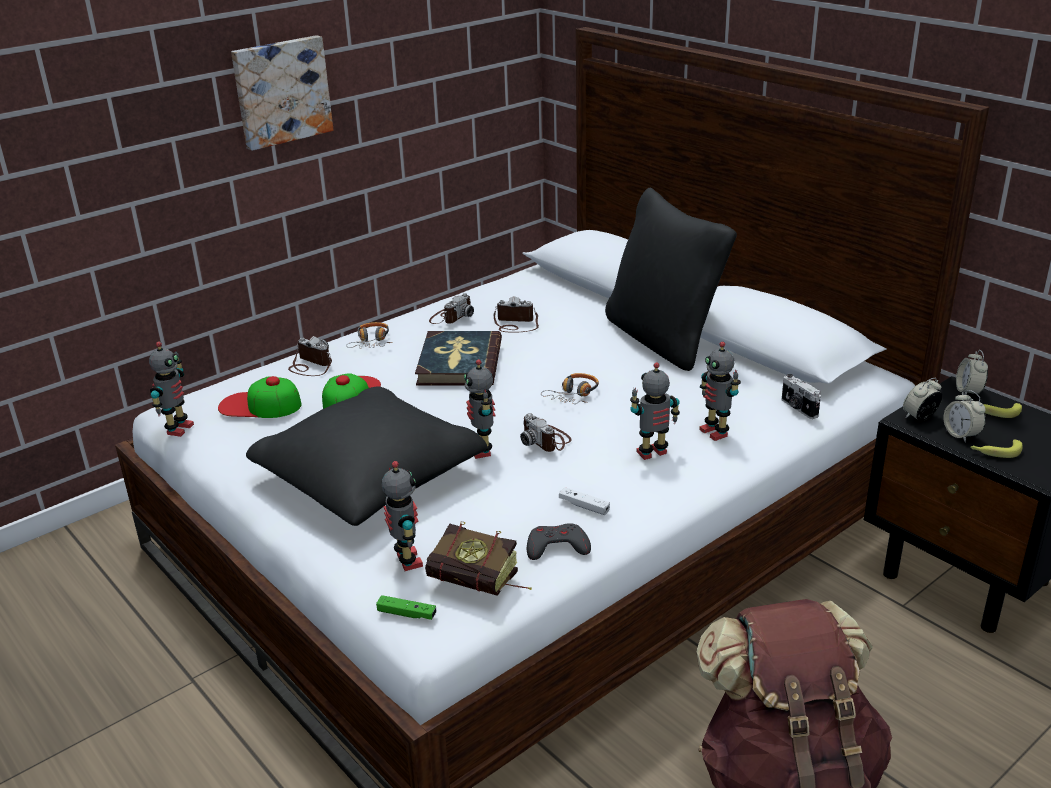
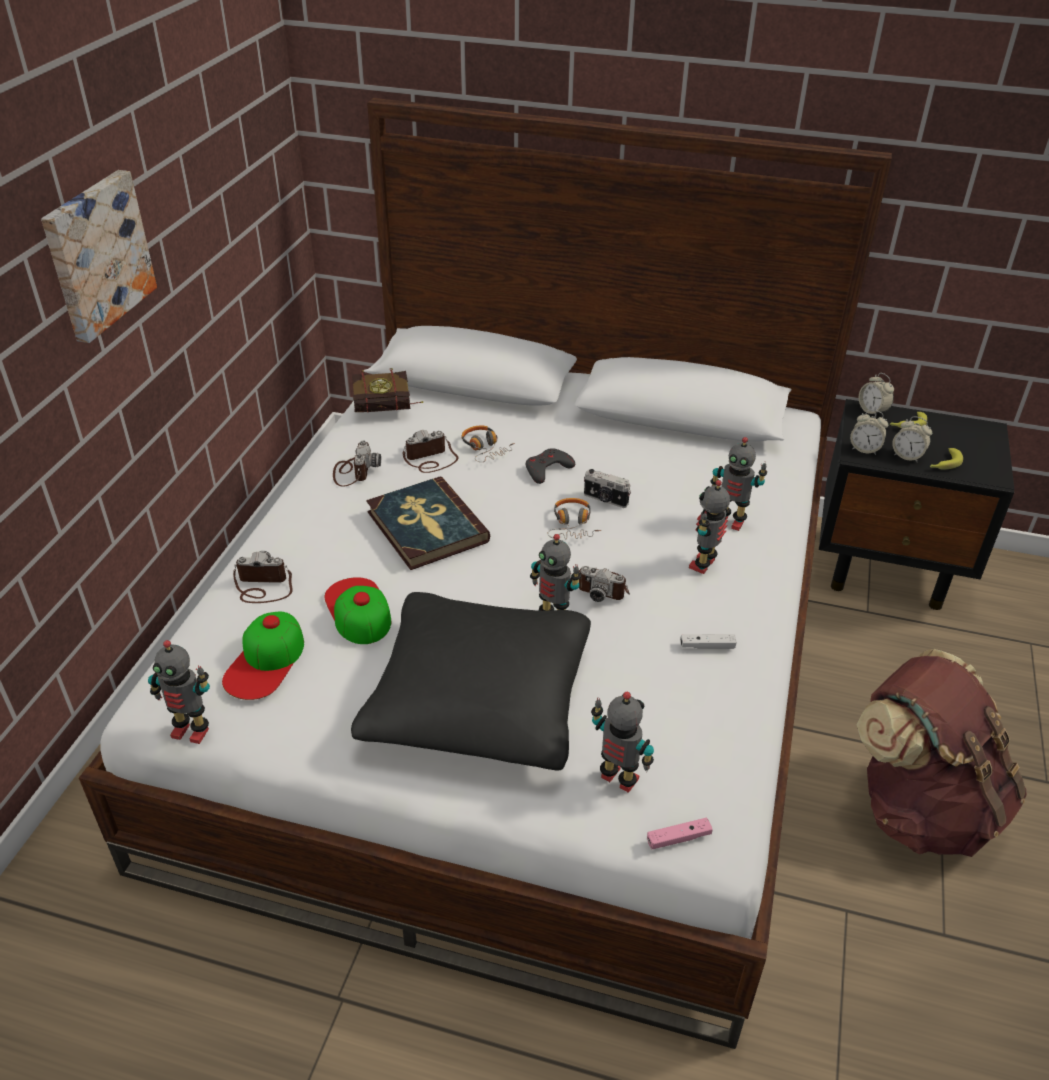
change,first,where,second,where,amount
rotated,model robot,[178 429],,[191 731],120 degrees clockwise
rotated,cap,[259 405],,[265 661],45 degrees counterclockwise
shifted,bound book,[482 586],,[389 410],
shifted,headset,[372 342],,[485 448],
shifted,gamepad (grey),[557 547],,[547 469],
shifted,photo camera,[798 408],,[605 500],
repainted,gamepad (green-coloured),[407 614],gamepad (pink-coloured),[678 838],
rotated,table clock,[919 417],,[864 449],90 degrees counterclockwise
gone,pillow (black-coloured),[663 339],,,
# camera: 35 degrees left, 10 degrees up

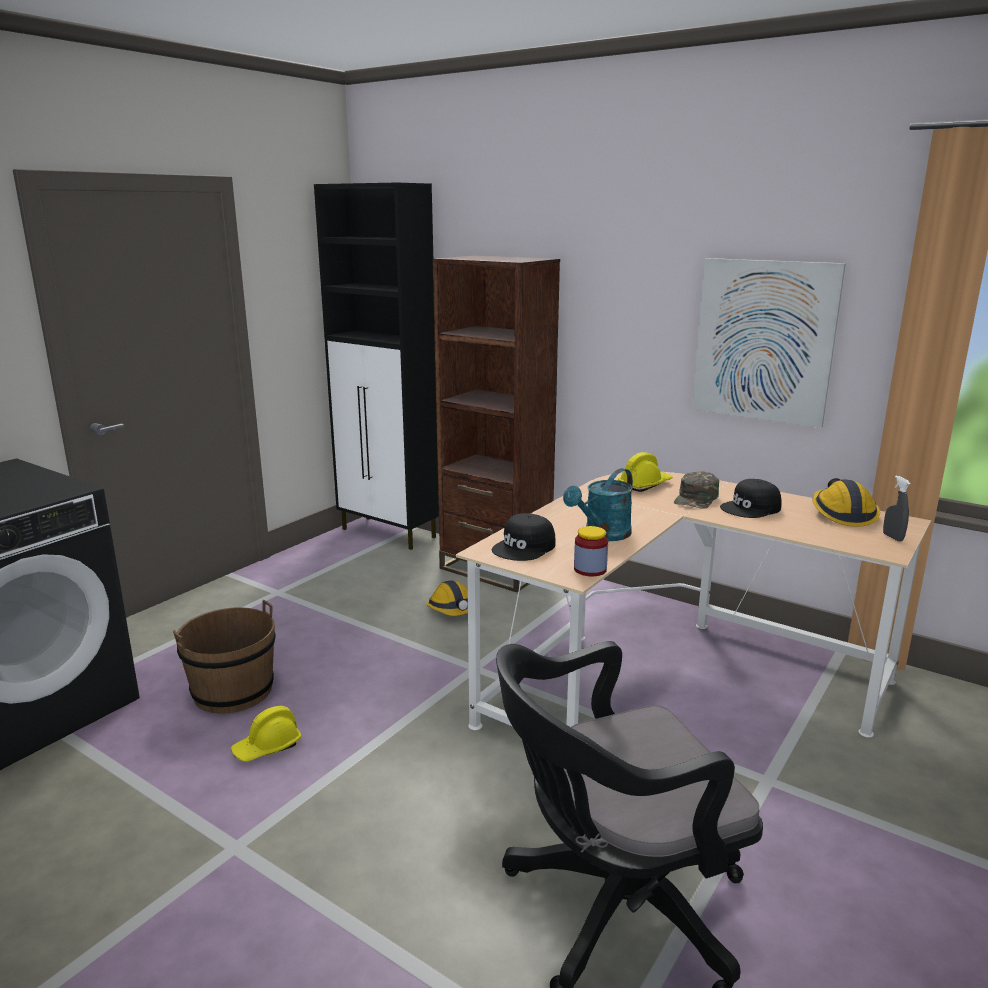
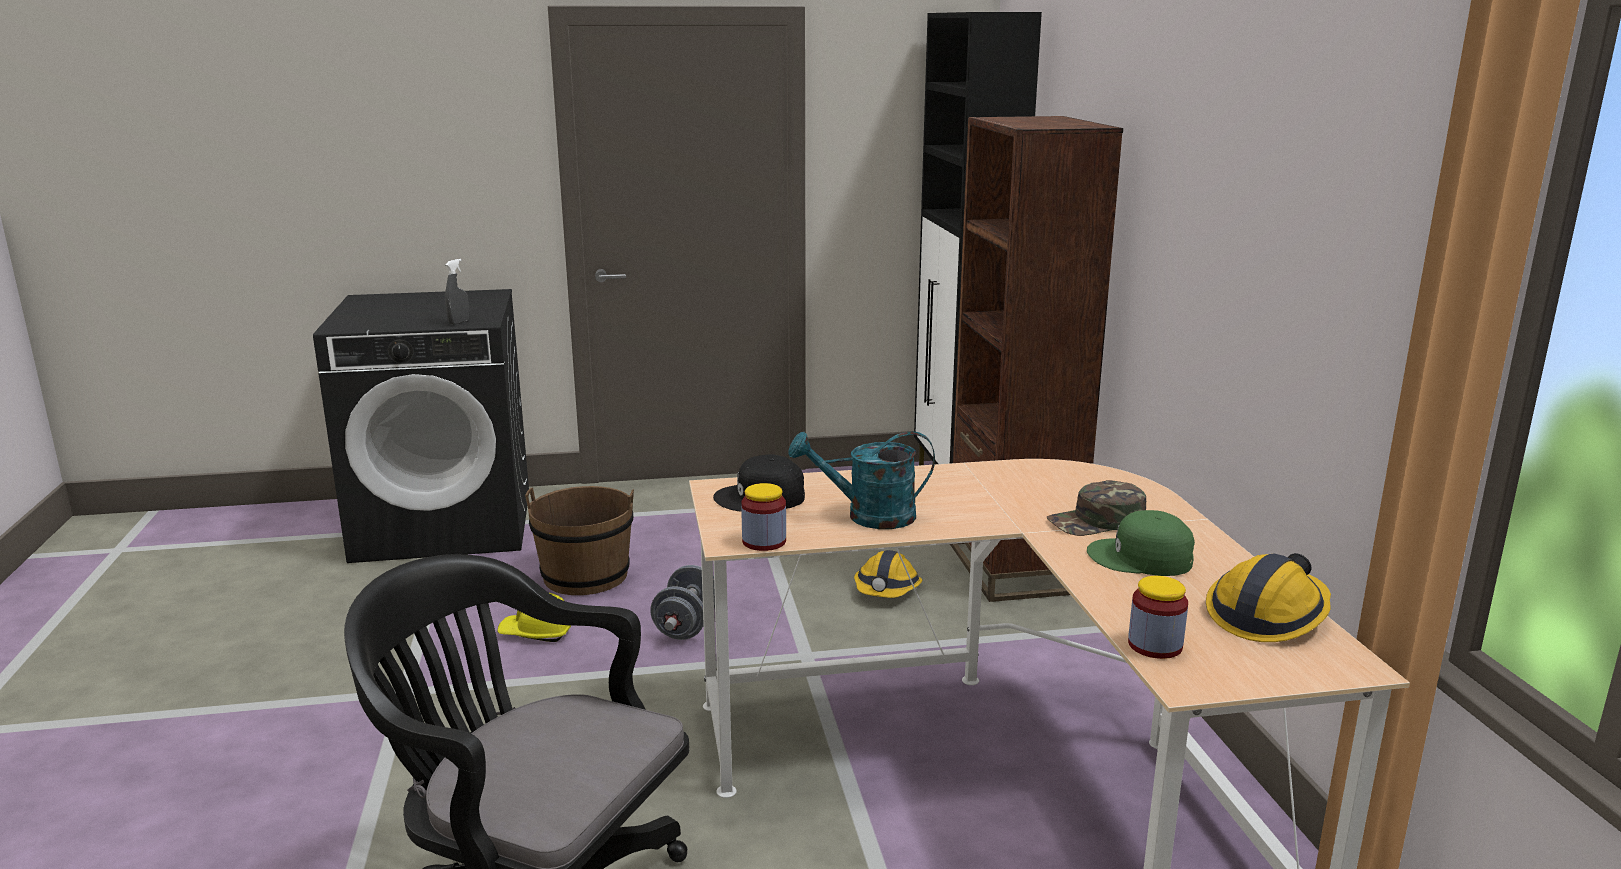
change,first,where,second,where,amount
shifted,spray bottle (grey),[892 537],,[459 322],
new,,,free weight (grey),[687 626],
repainted,cap (black-coloured),[751 508],cap (green-coloured),[1141 558],
new,,,storage jar,[1155 645],
gone,hard hat (yellow-coloured),[645 485],,,
gone,picture,[763 341],,,
# camera: 45 degrees right, 0 degrees up

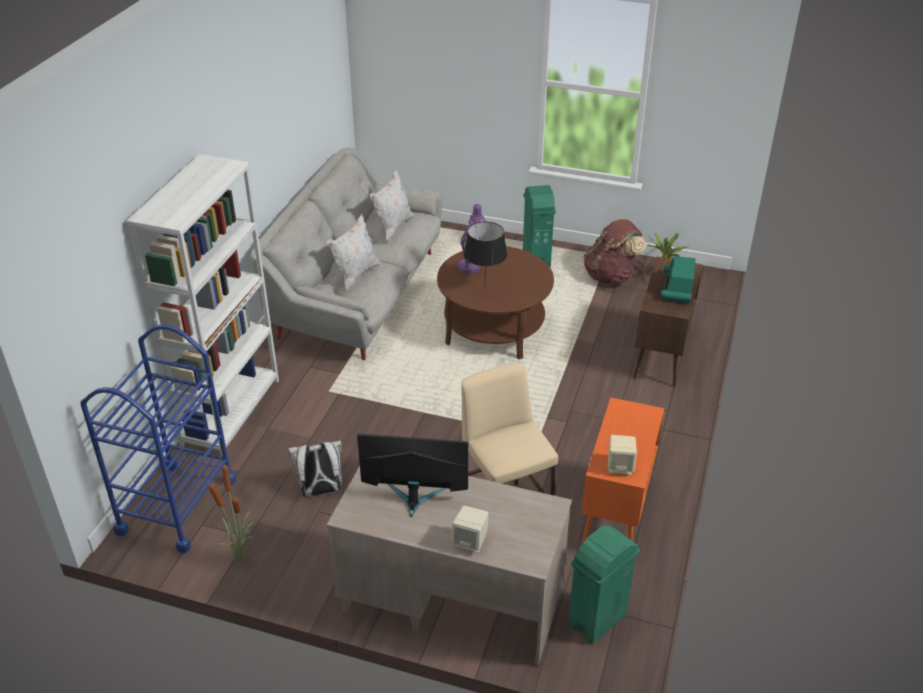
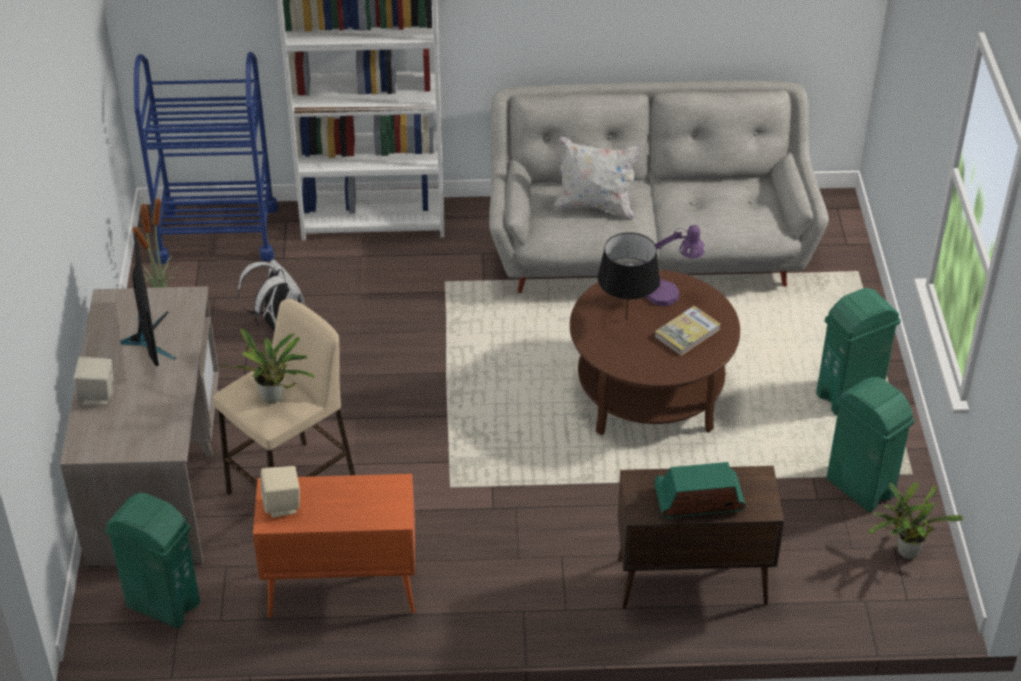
change,first,where,second,where,amount
new,,,potted plant,[274 399],
new,,,bound book,[687 333],
swapped,backpack (brown-coloured),[611 276],trash can (green-coloured),[860 488],
gone,pillow (white),[393 228],,,
# camera: 70 degrees right, 5 degrees up

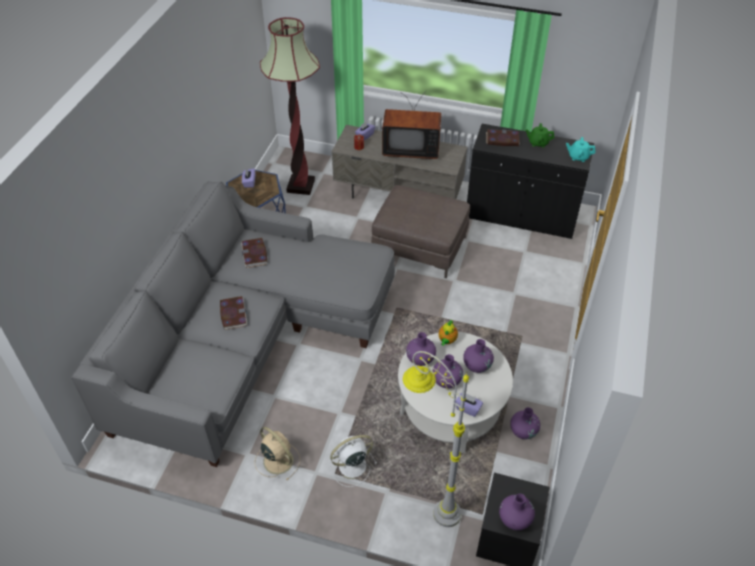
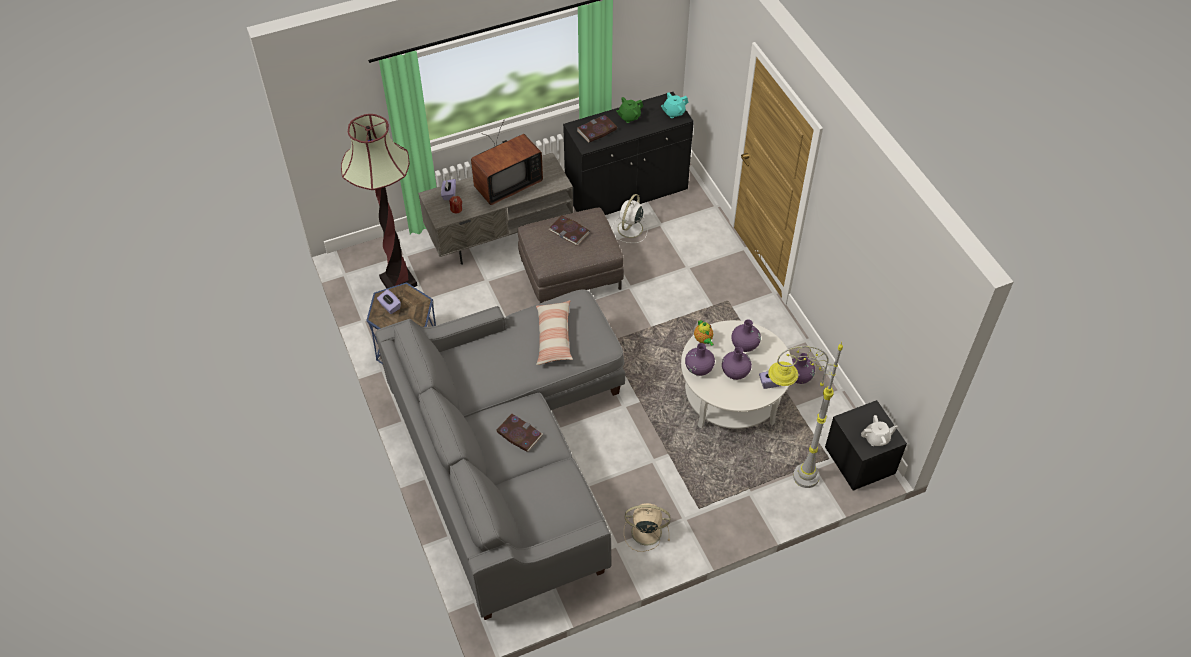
change,first,where,second,where,amount
new,,,pillow,[554 337],
shifted,bound book,[254 254],,[569 231],
shifted,cooling fan (white),[351 466],,[629 229],
swapped,vase (purple-coloured),[514 519],tea pot (white),[876 438],
# camera: 40 degrees left, 5 degrees up

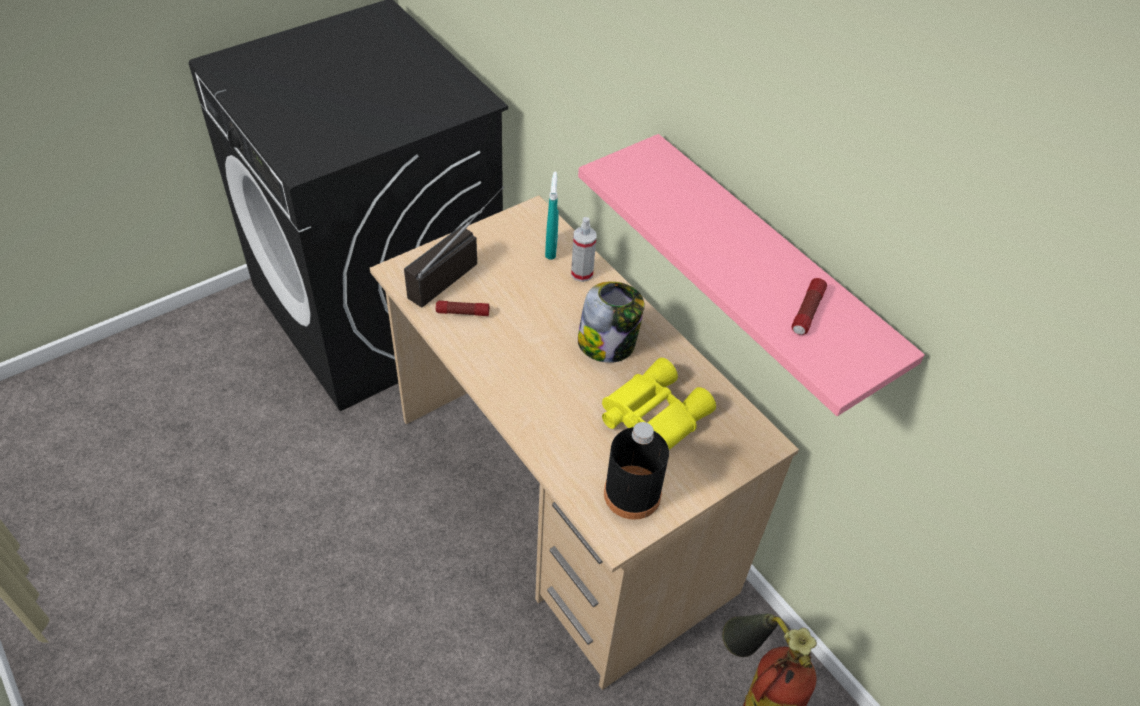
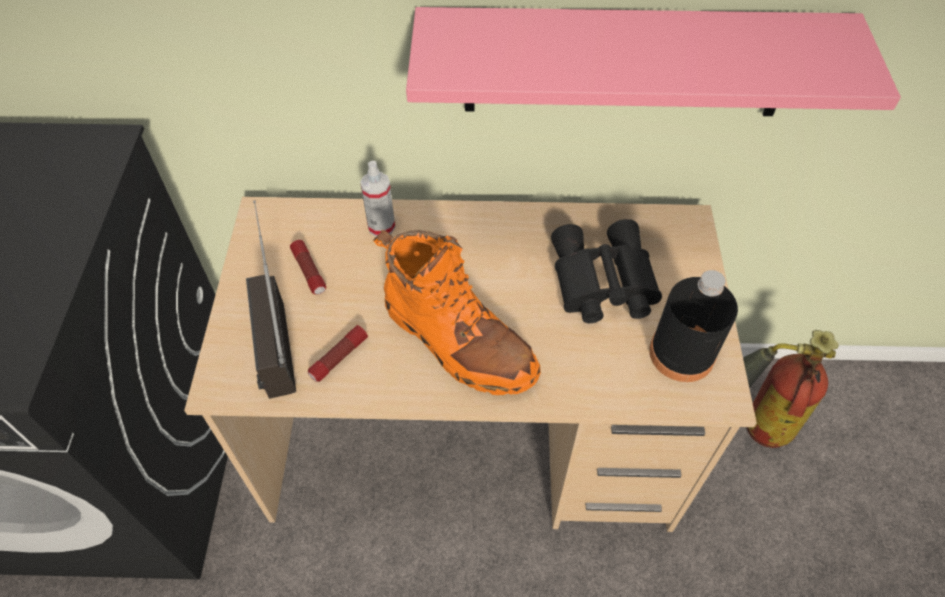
change,first,where,second,where,amount
shifted,torch,[807 312],,[309 272],
new,,,boot (orange),[457 341],
repainted,field glasses (yellow-coloured),[651 416],field glasses (black-coloured),[601 282],
gone,spray bottle (turquoise),[551 249],,,
gone,storage jar,[607 344],,,
# camera: 50 degrees left, 5 degrees up

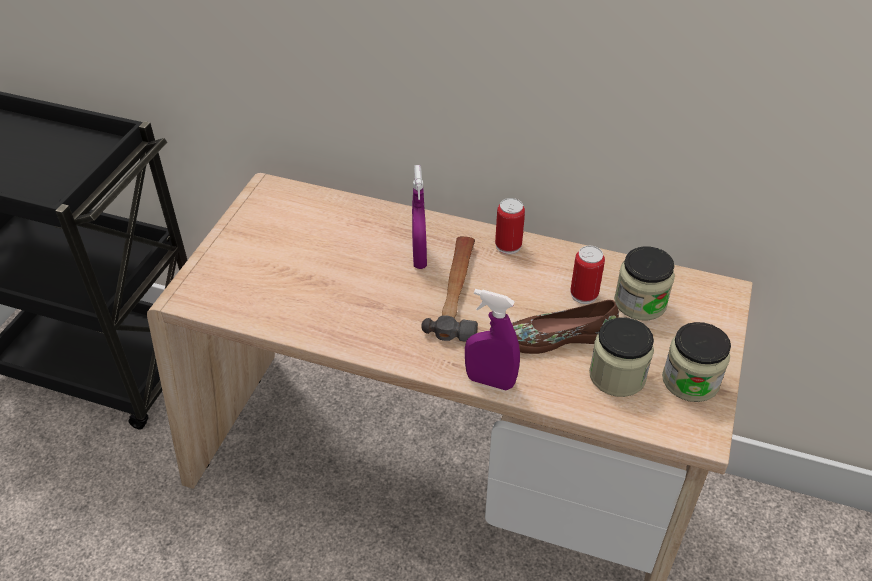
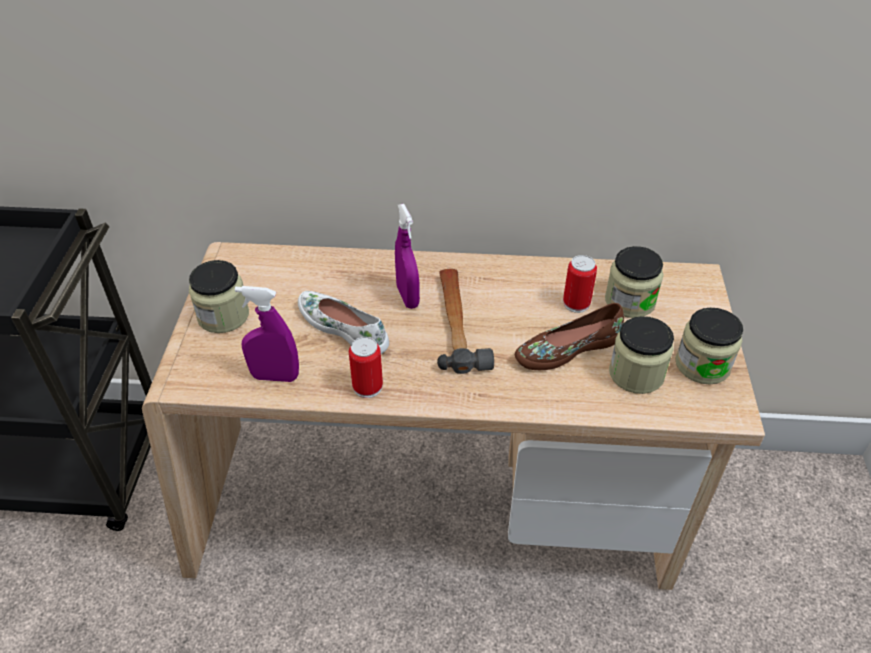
change,first,where,second,where,amount
new,,,storage jar,[223 316],
shifted,spray bottle (purple-coloured),[490 381],,[275 376],
new,,,low shoe (white),[344 328],
shifted,metal can,[508 245],,[367 387],
# camera: 15 degrees left, 0 degrees up

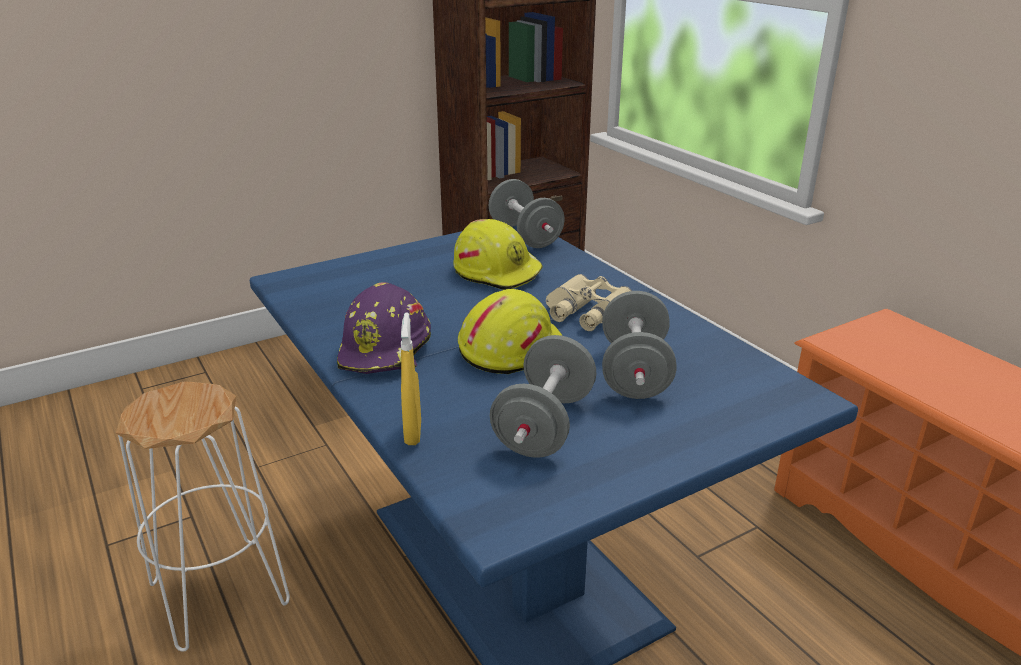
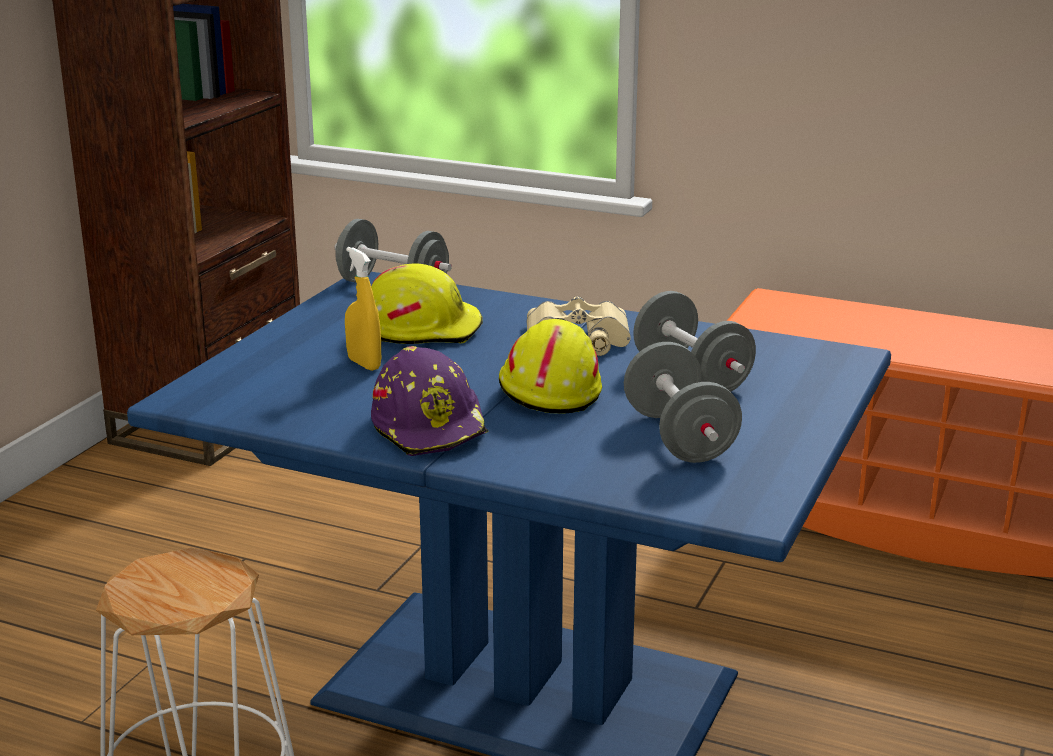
change,first,where,second,where,amount
shifted,spray bottle (yellow-coloured),[413 433],,[364 364],
# camera: 35 degrees left, 5 degrees down

